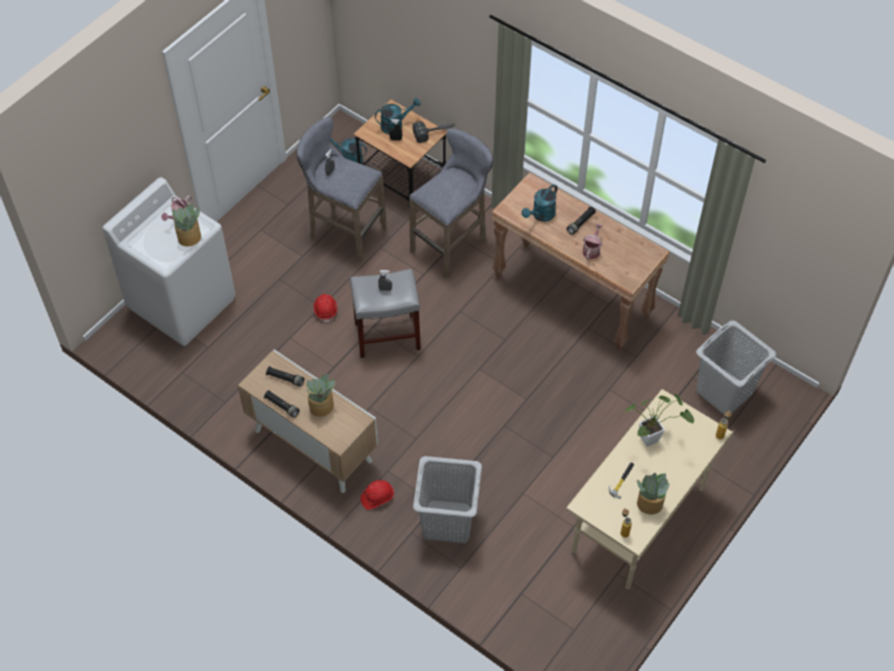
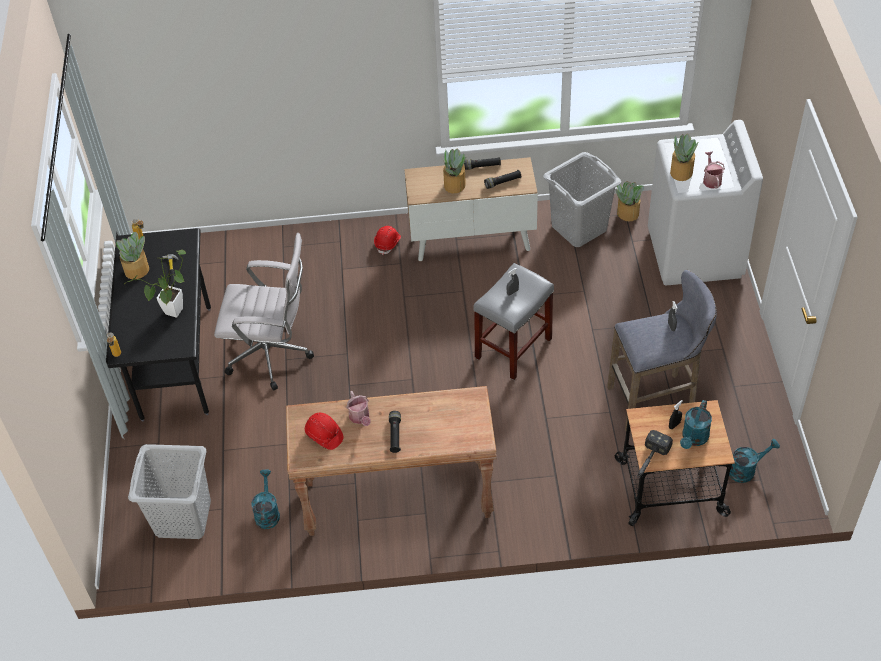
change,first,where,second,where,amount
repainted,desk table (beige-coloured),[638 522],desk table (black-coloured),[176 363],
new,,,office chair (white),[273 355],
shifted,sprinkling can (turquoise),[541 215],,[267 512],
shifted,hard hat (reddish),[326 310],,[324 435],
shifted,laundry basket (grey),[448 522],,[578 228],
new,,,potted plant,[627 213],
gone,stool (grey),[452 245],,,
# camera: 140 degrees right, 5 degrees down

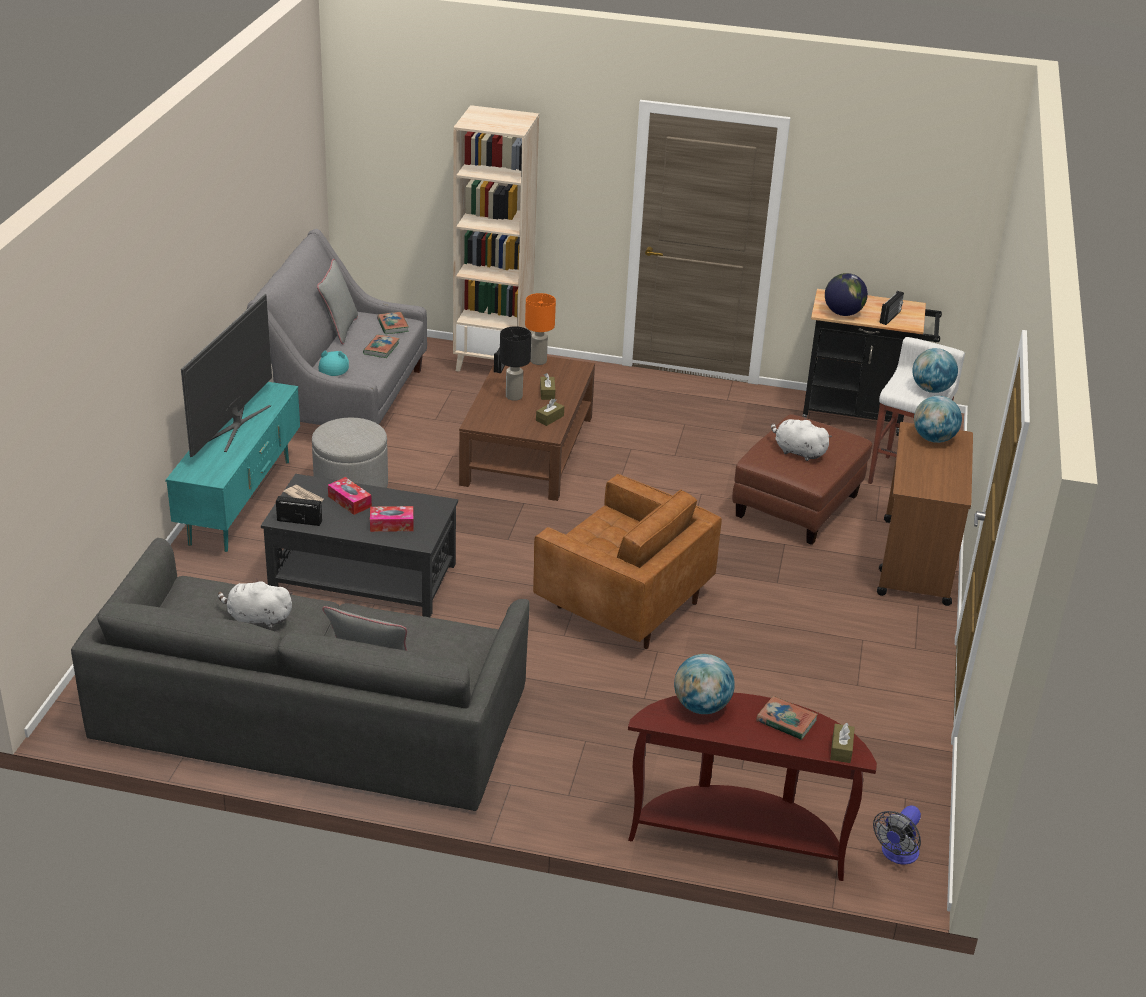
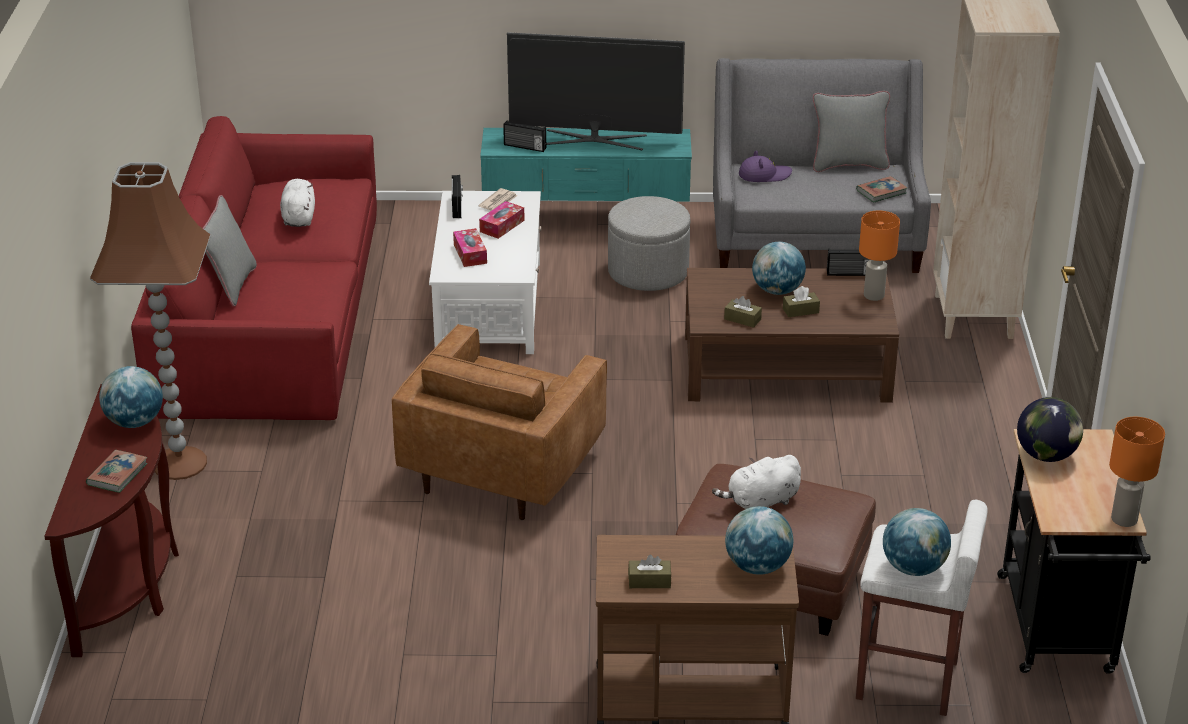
change,first,where,second,where,amount
new,,,standard lamp (brown-coloured),[179 462],
repainted,settee (grey),[311 713],settee (reddish),[270 316],
repainted,lounge table (black-coloured),[362 576],lounge table (white),[489 305],
shifted,radio,[891 317],,[524 147],
shifted,tissue box (brown-coloured),[841 749],,[649 581],
rotated,plush toy (white),[797 452],,[761 502],135 degrees counterclockwise
repainted,clothing hat (turquoise),[334 366],clothing hat (purple-coloured),[764 175],
swapped,table lamp (black-coloured),[513 397],world globe,[777 290],
new,,,table lamp (orange),[1125 519],
gone,bound book,[381 349],,,
gone,cooling fan,[897 855],,,
# camera: 80 degrees right, 0 degrees up

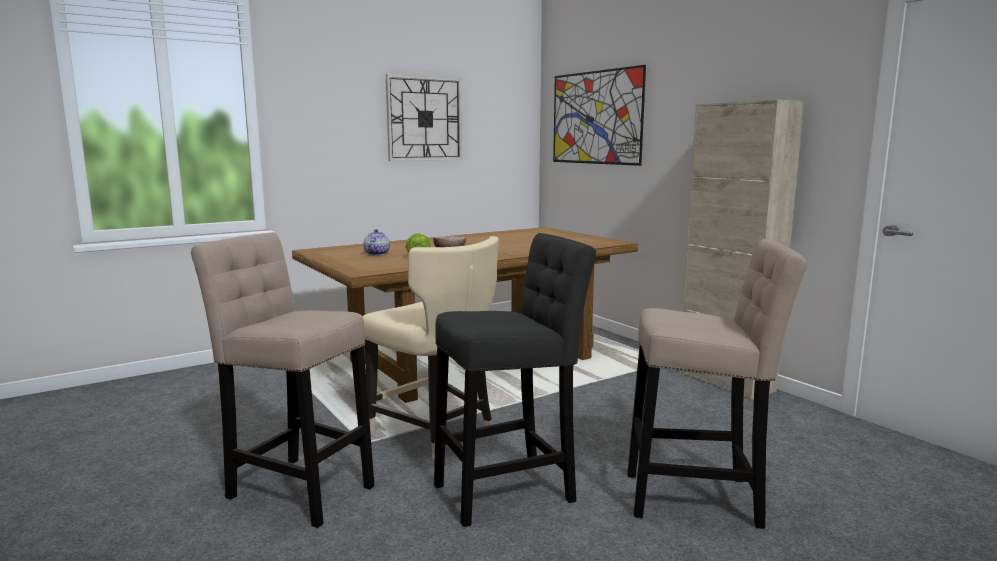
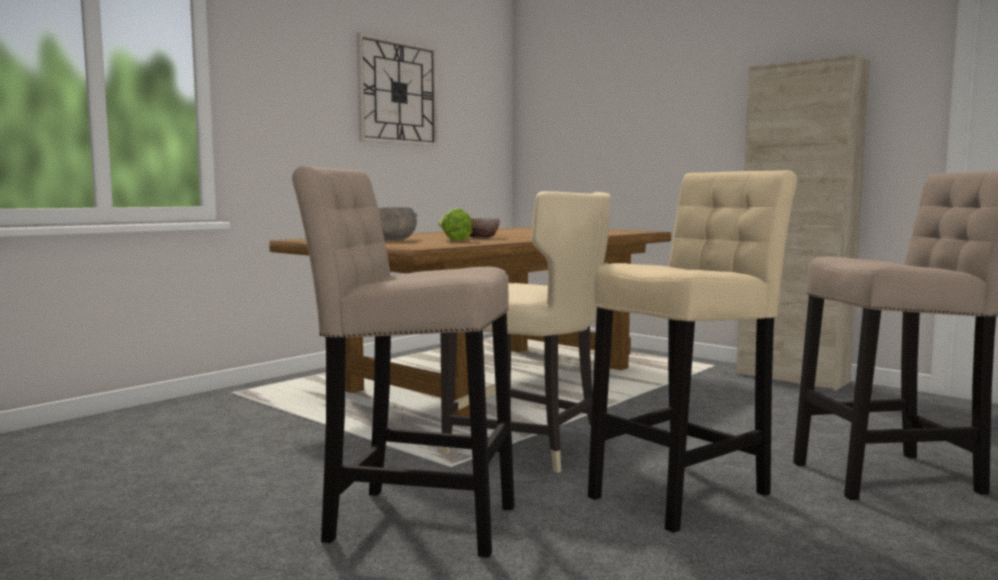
change,first,where,second,where,amount
swapped,tea pot,[376 254],serving bowl (grey),[392 239],
repainted,stool (black-coloured),[511 490],stool (beige-coloured),[685 492],
gone,picture,[595 117],,,
# camera: 15 degrees left, 5 degrees down

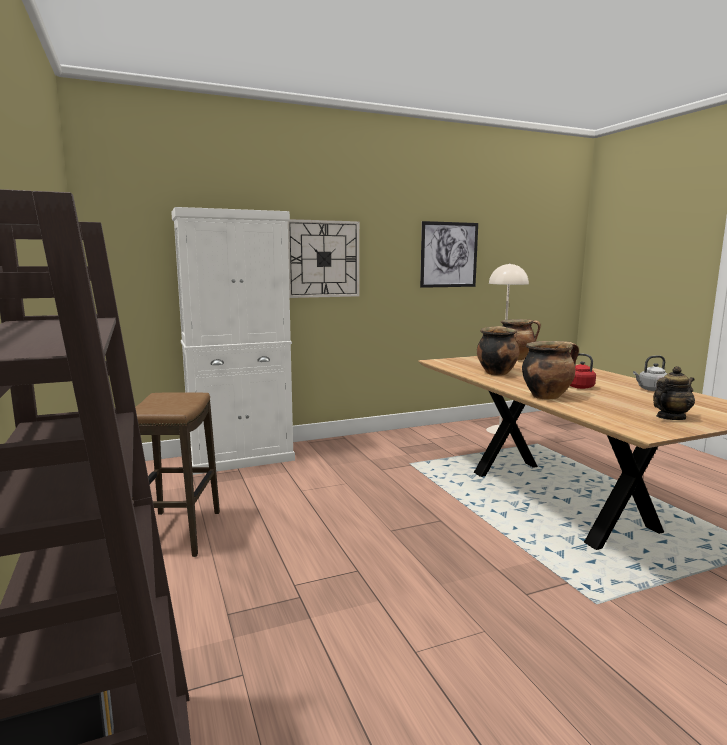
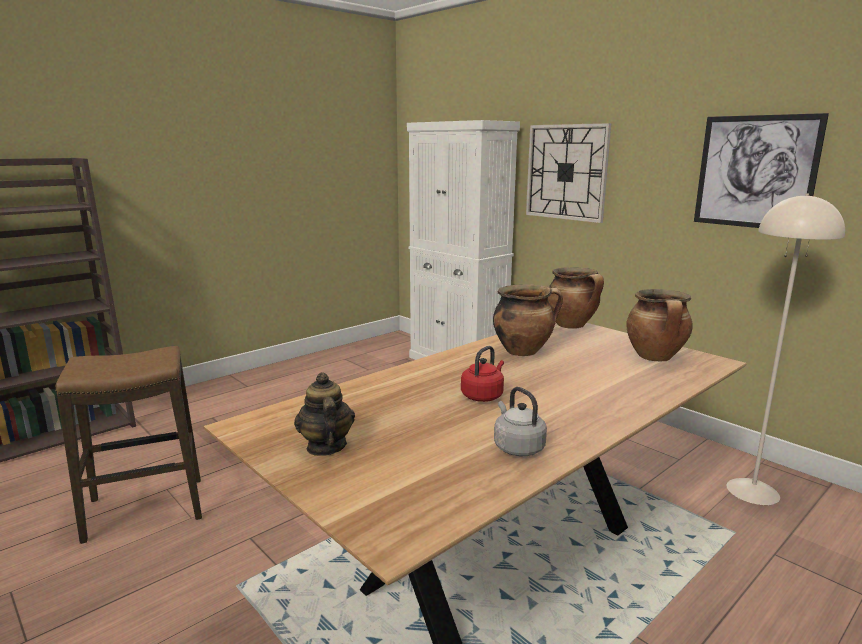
change,first,where,second,where,amount
shifted,stool,[176 533],,[146 509],
rotated,tea pot,[670 417],,[326 447],150 degrees counterclockwise
shifted,stockpot,[547 396],,[572 325],
# camera: 70 degrees right, 5 degrees up

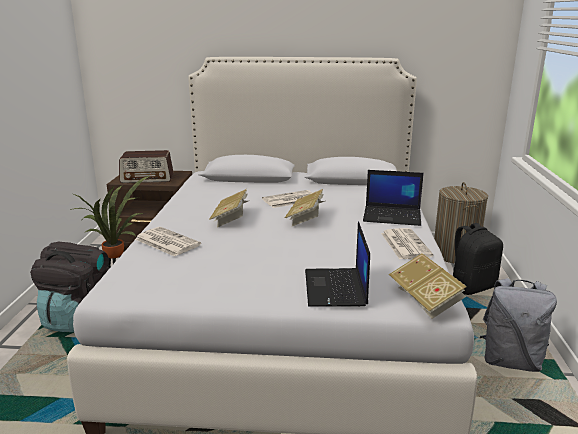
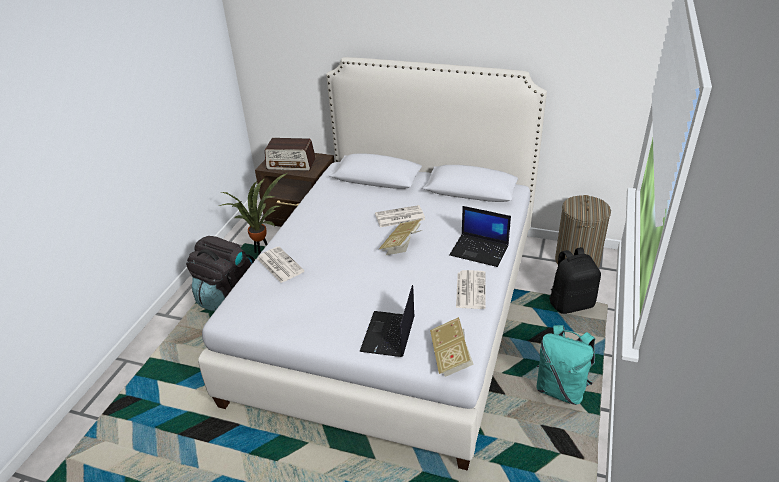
change,first,where,second,where,amount
repainted,backpack (grey),[510 361],backpack (turquoise),[561 389],
gone,bound book,[231 219],,,
# camera: 15 degrees right, 15 degrees up

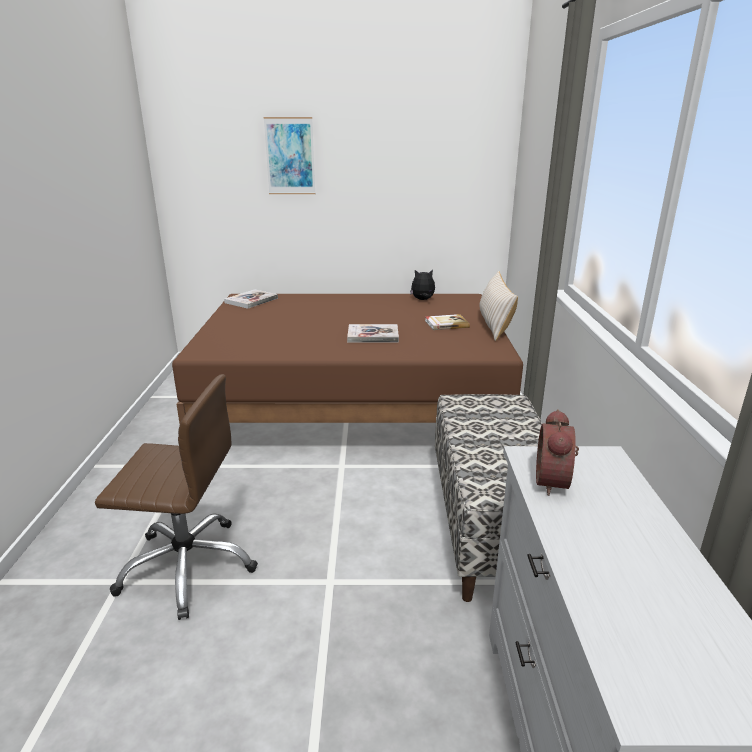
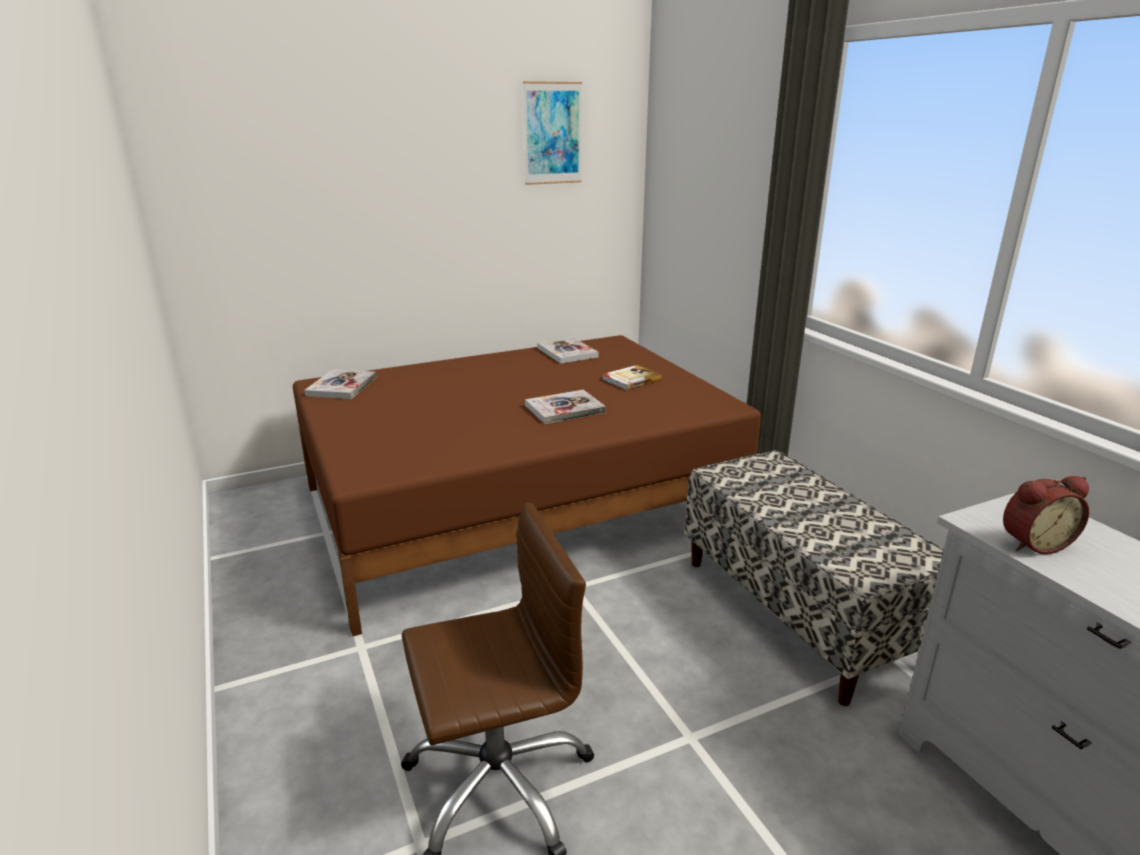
change,first,where,second,where,amount
shifted,picture,[290 156],,[552 133],
swapped,plush toy,[422 300],bound book,[567 352],
rotated,table clock,[555 482],,[1033 543],90 degrees counterclockwise
gone,pillow (beige-coloured),[494 324],,,
# camera: 25 degrees left, 0 degrees up

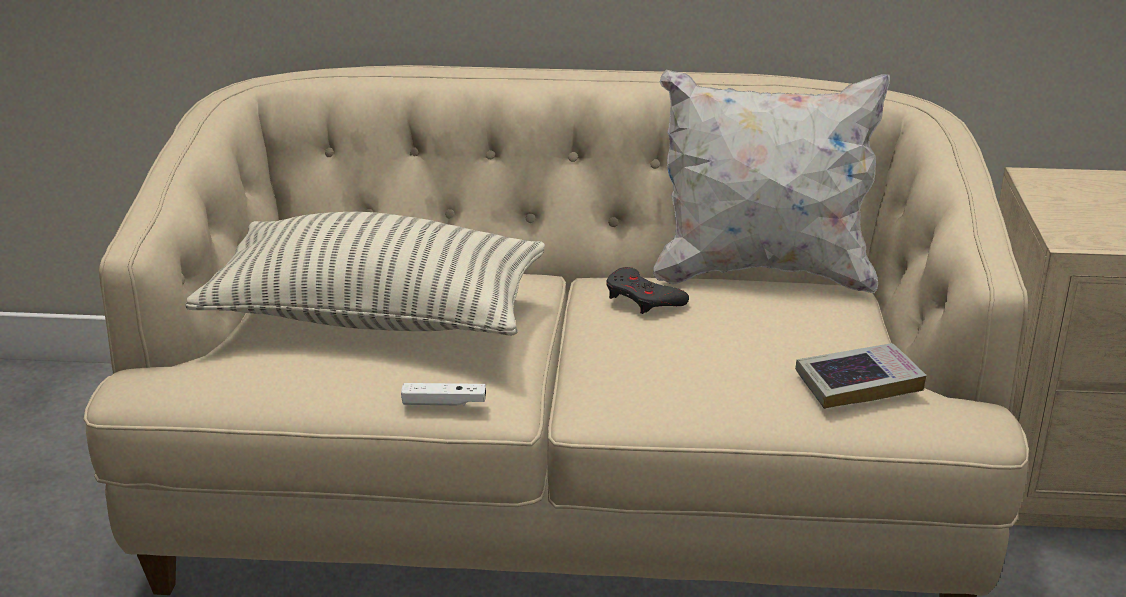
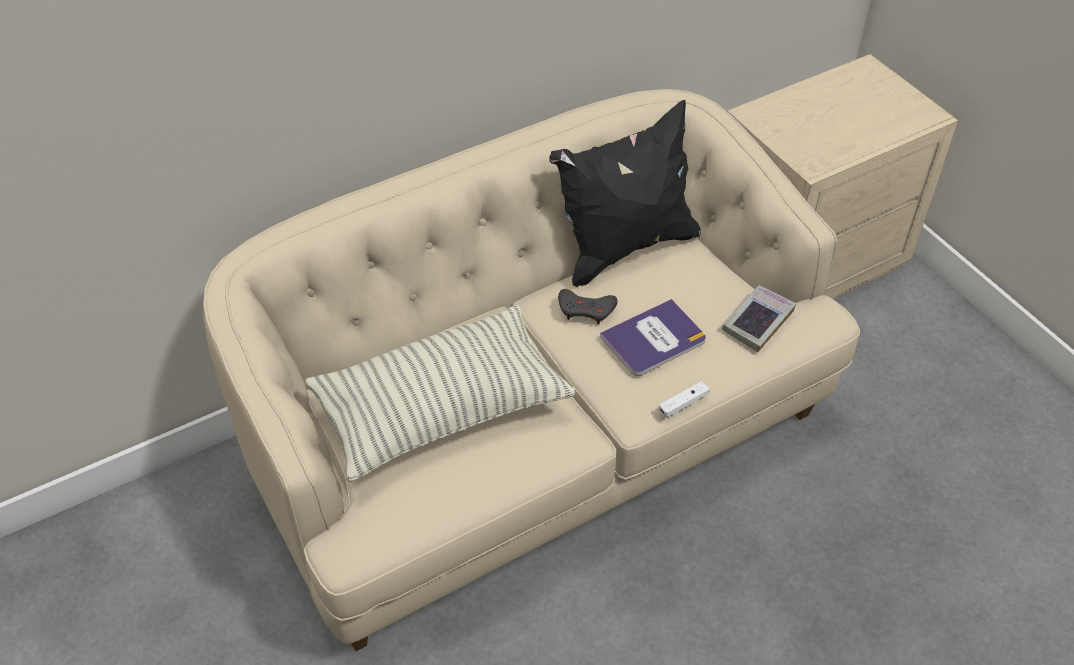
change,first,where,second,where,amount
repainted,pillow (white),[762 272],pillow (black-coloured),[624 247],
new,,,bound book,[653 339],
shifted,gamepad (white),[444 402],,[683 403],
# camera: 35 degrees left, 20 degrees up

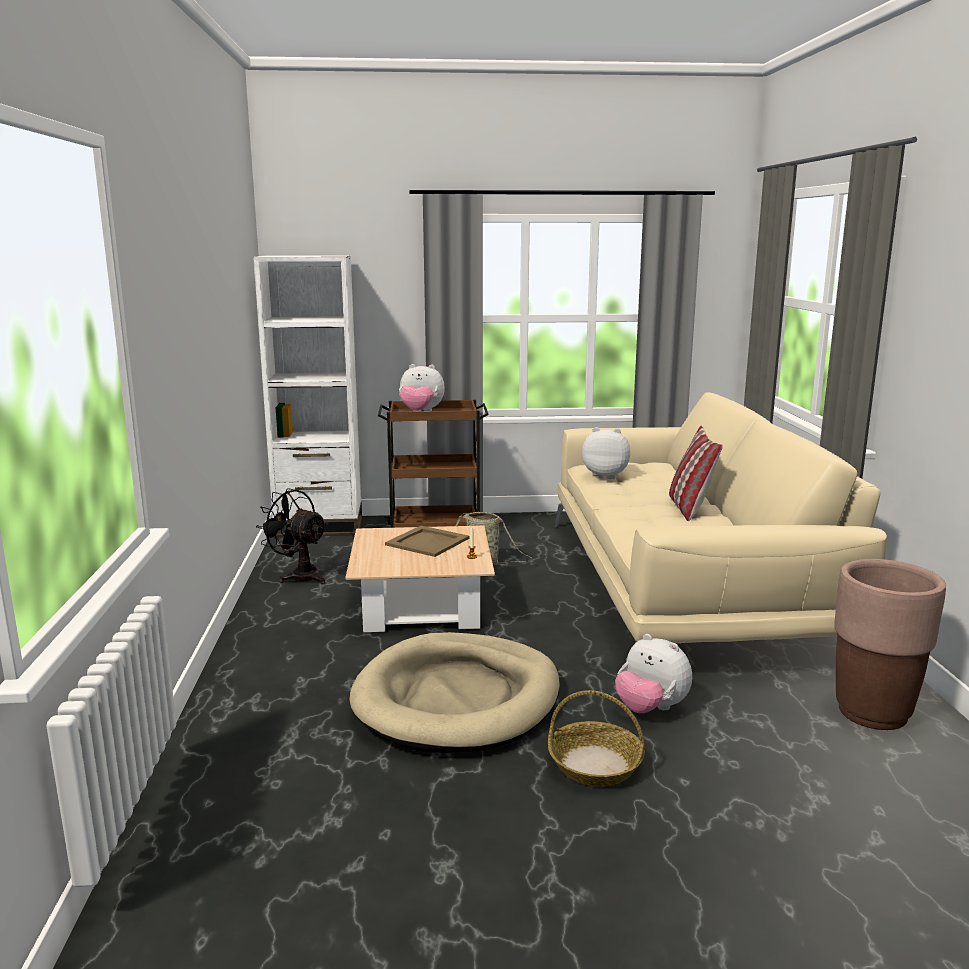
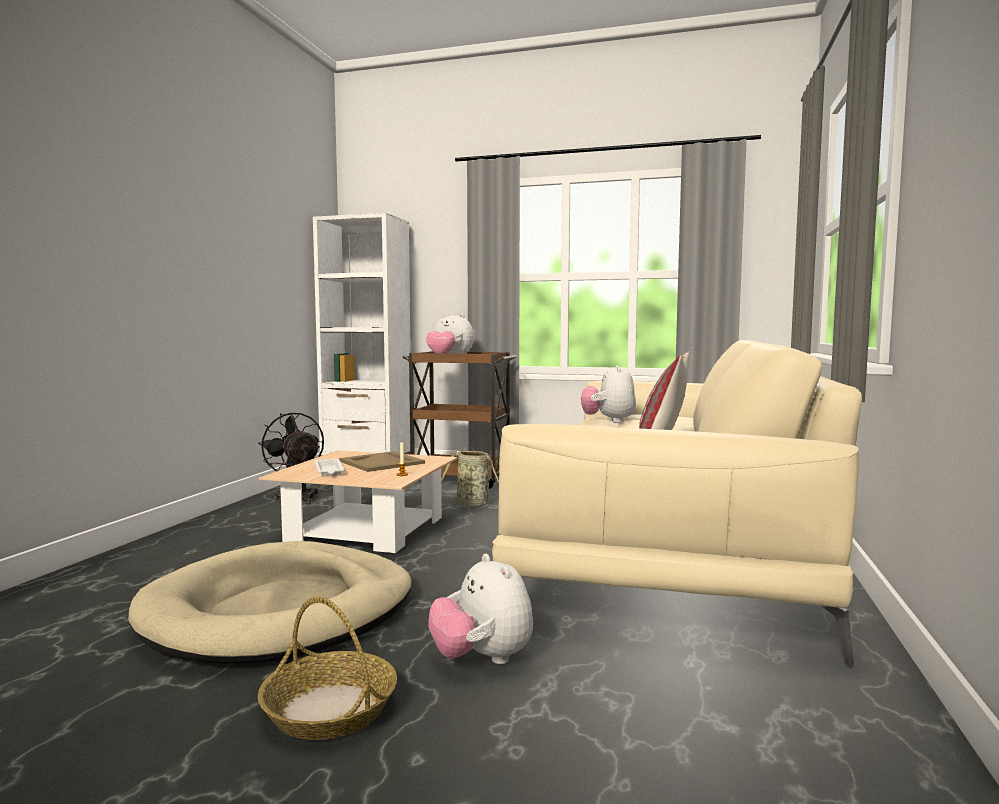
change,first,where,second,where,amount
new,,,tray (white),[329 471],
rotated,plush toy,[606 476],,[608 421],120 degrees counterclockwise
gone,plant pot (brown-coloured),[873 713],,,
# camera: 20 degrees right, 10 degrees down

